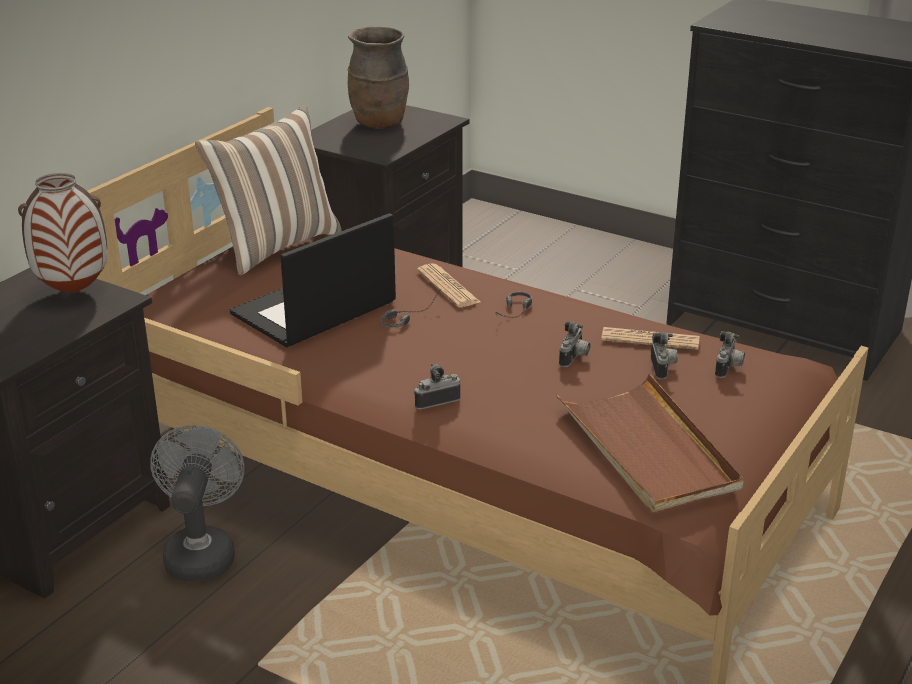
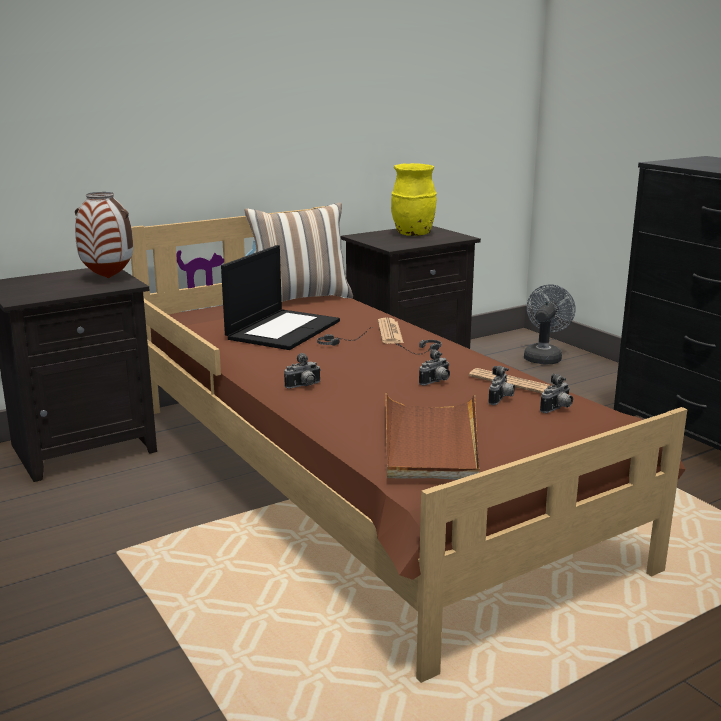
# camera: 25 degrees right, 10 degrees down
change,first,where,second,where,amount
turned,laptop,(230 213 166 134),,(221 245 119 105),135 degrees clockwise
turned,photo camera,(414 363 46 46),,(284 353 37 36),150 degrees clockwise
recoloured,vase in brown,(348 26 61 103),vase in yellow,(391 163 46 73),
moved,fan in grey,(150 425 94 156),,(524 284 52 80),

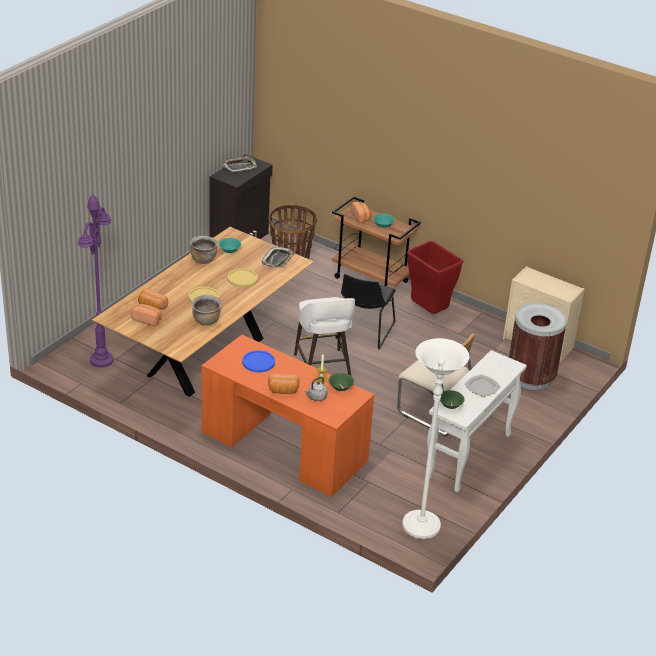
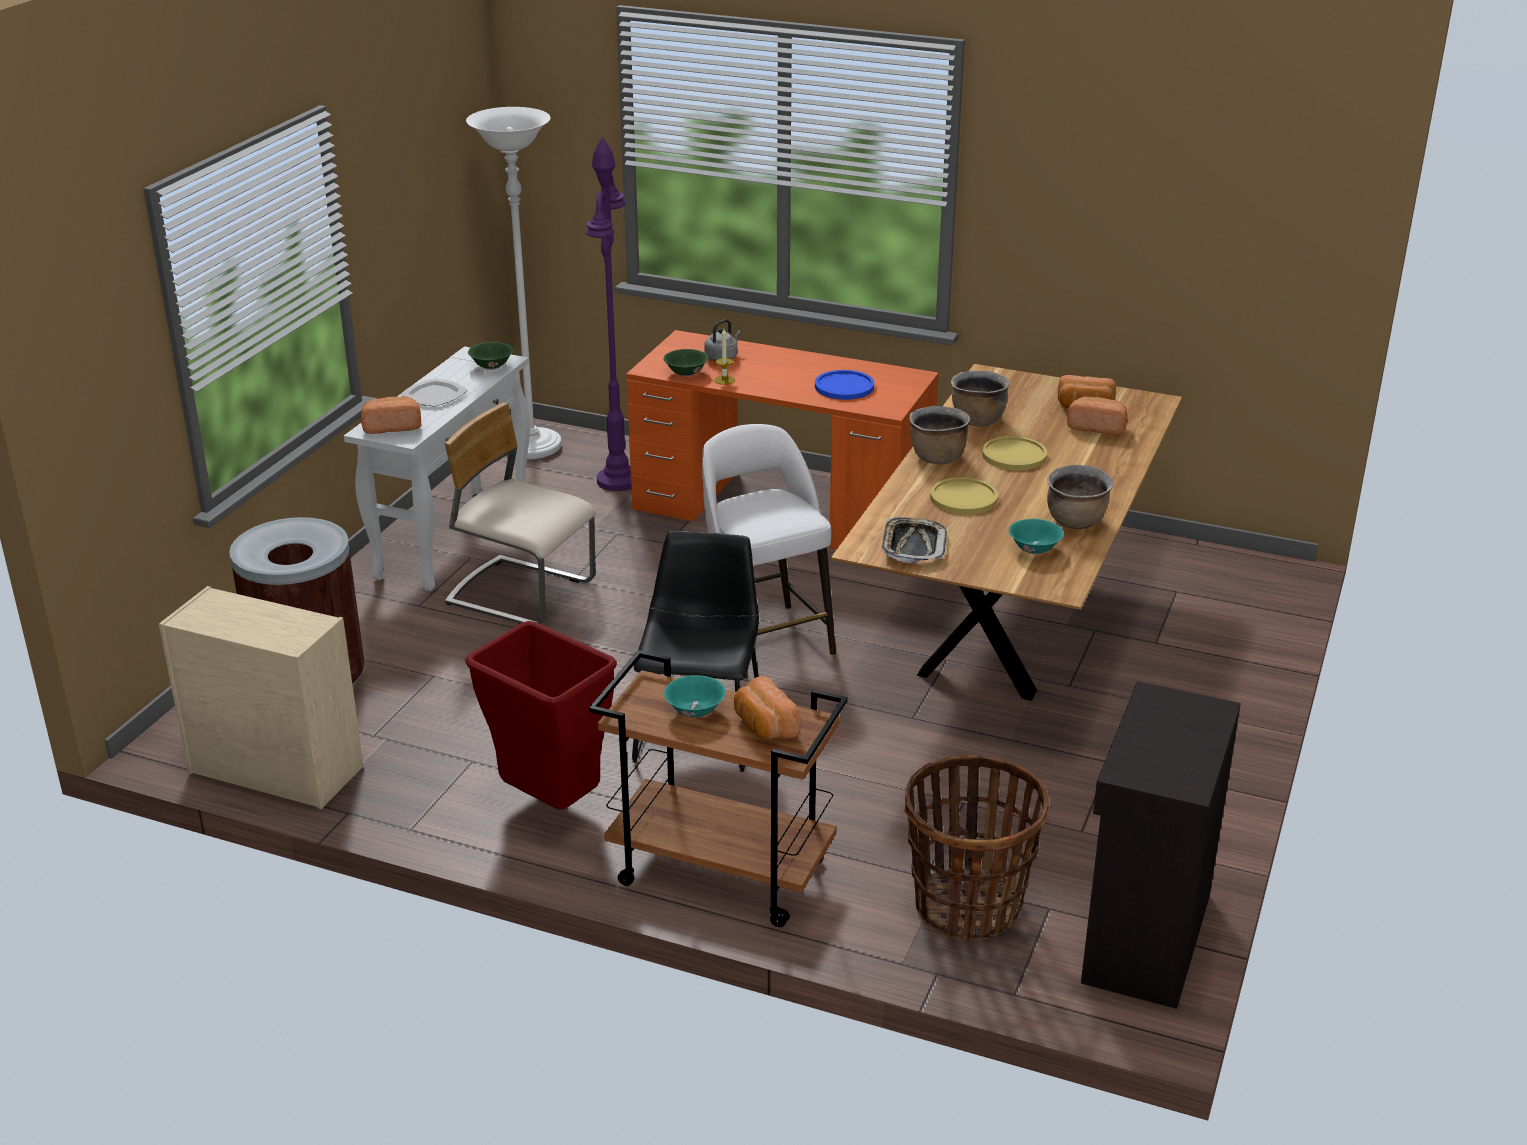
# camera: 170 degrees right, 5 degrees down
change,first,where,second,where,amount
moved,bread,(268 373 32 21),,(361 396 60 38),
moved,floor lamp in purple,(78 194 35 174),,(586 137 45 354),
added,,,cooking pot in brown,(909 406 61 58),
removed,tray,(222 156 35 16),,,

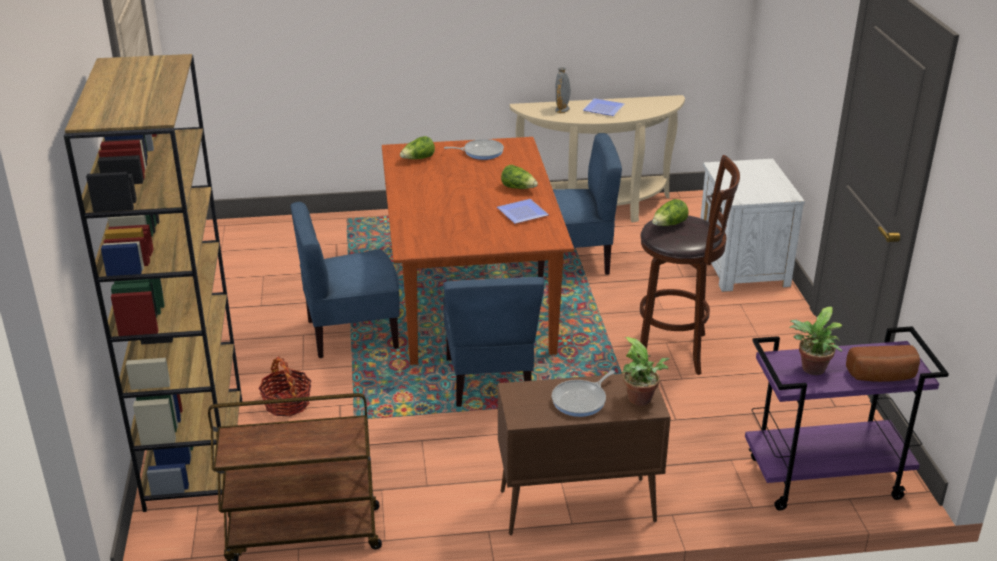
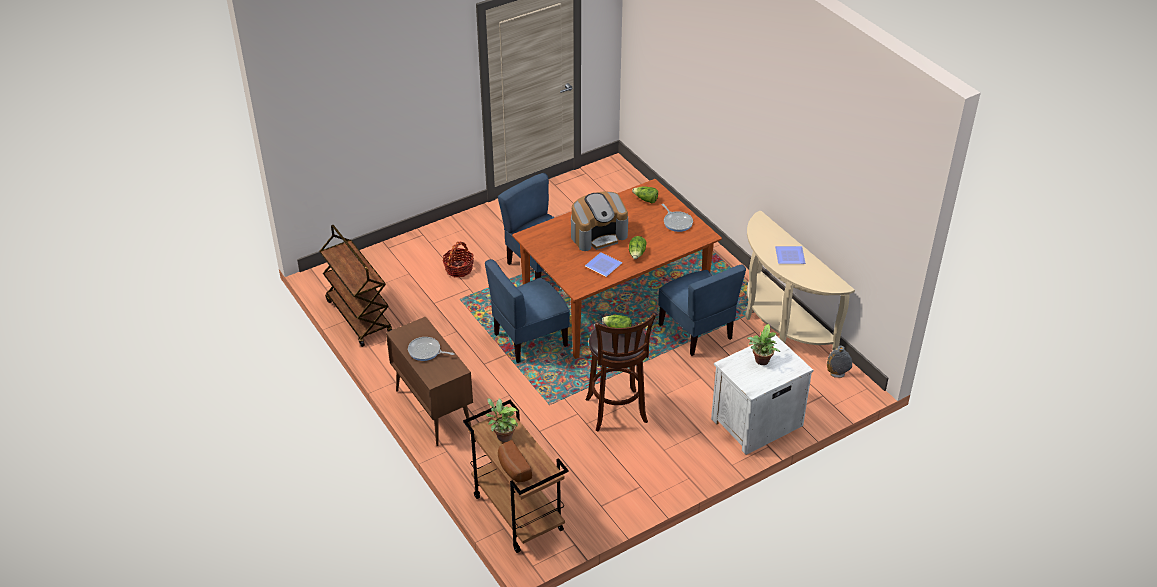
# camera: 65 degrees right, 10 degrees up
change,first,where,second,where,amount
recoloured,cart in purple,(745 326 204 185),cart in brown,(463 400 105 153),
added,,,coffee machine,(571 192 57 59),
moved,potted plant,(621 337 49 69),,(747 324 33 41),
moved,vase in grey,(555 67 16 46),,(827 346 25 32),
removed,bookcase in brown,(64 54 178 458),,,

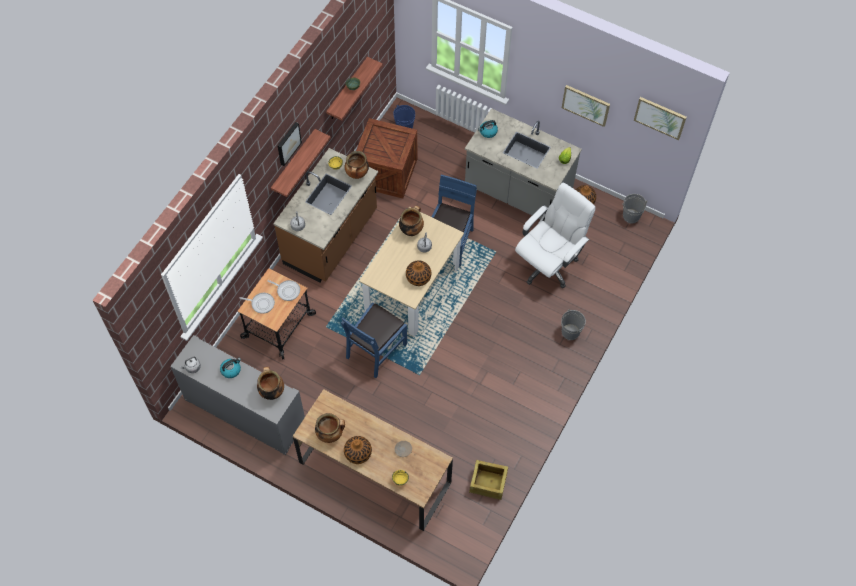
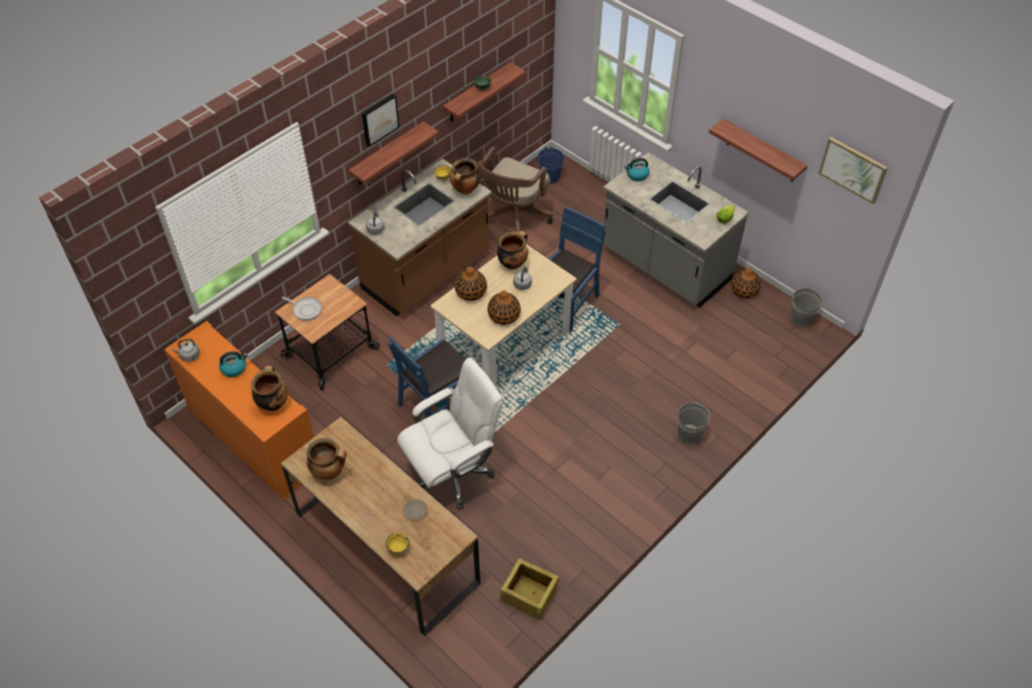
# camera: 15 degrees right, 10 degrees down
change,first,where,second,where,amount
recoloured,cabinet in grey,(170 335 135 120),cabinet in orange,(164 321 150 179),
moved,office chair in white,(515 182 81 106),,(397 358 106 152),
moved,vase,(344 436 28 28),,(454 267 33 34),
replaced,crate,(356 118 61 81),office chair in brown,(478 146 75 86),
replaced,picture,(562 85 48 42),shelf,(709 119 98 63),
removed,frying pan,(268 280 32 21),,,

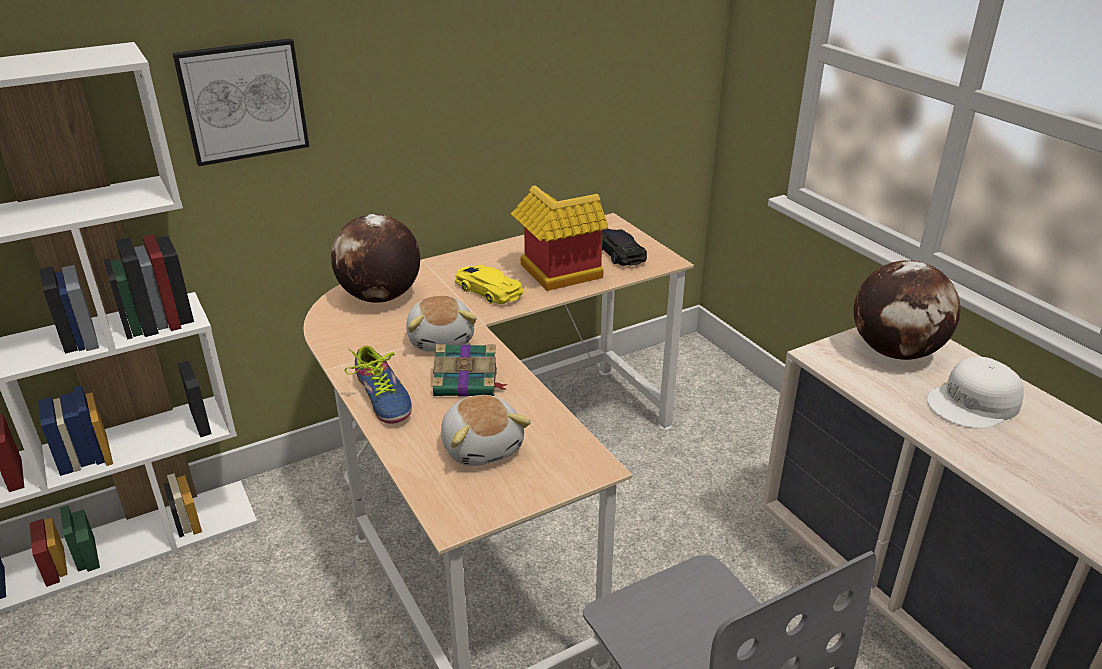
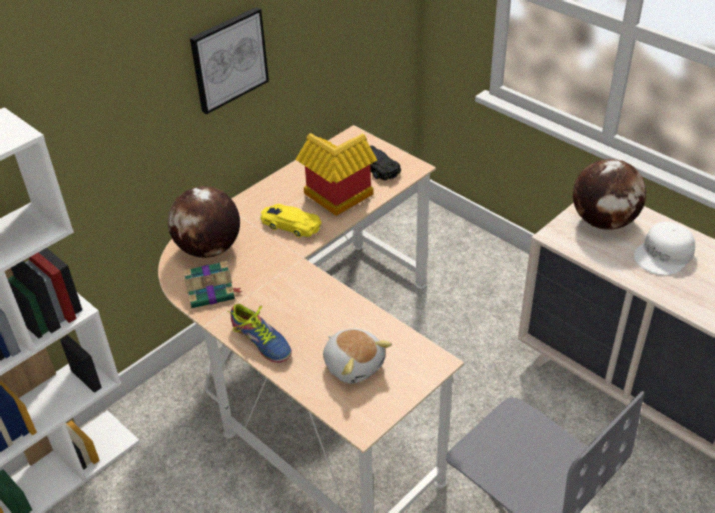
# camera: 15 degrees left, 10 degrees up
change,first,where,second,where,amount
moved,book,(432 344 75 53),,(183 261 59 47),
moved,picture,(172 38 137 128),,(190 7 79 107),
removed,plush toy,(406 296 71 55),,,

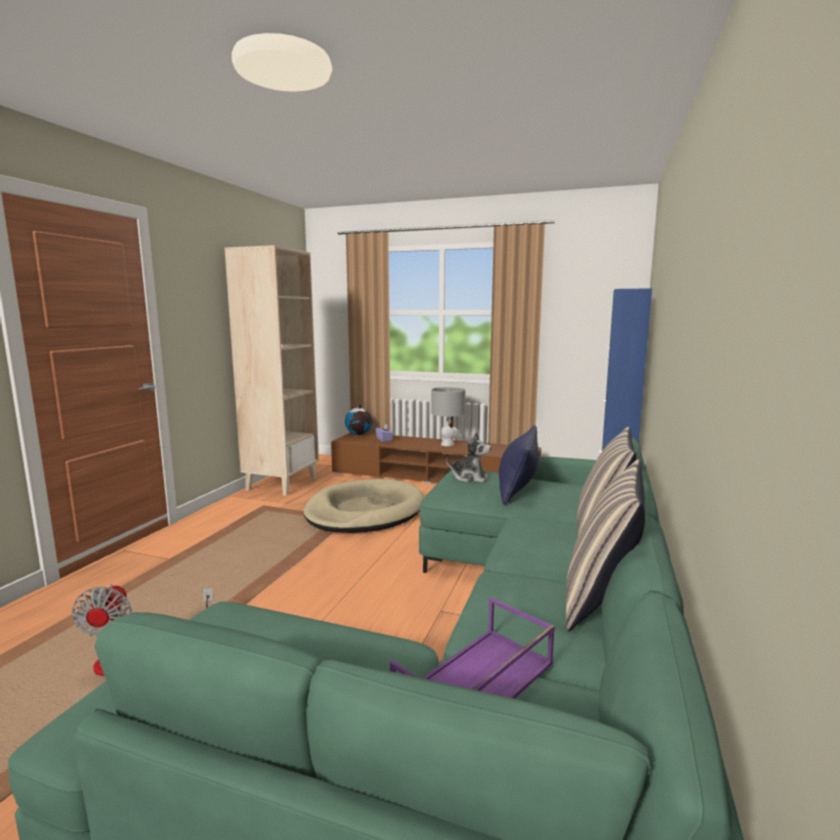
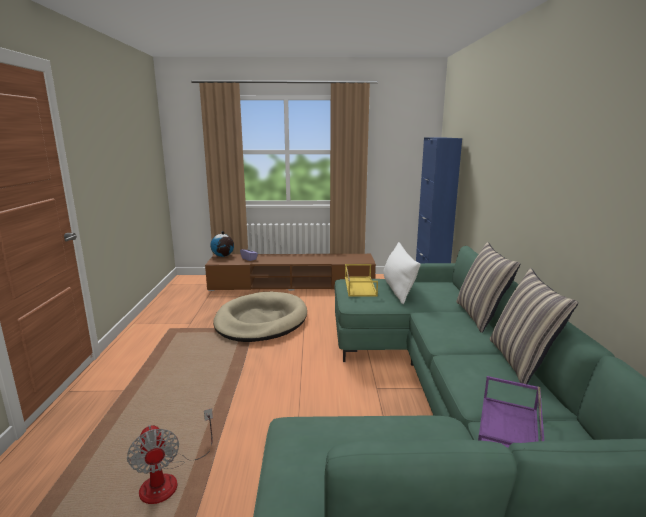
# camera: 20 degrees left, 5 degrees up
change,first,where,second,where,amount
replaced,plush toy,(447 432 44 51),tray in yellow,(345 264 33 33),
recoloured,pillow in blue,(499 425 40 80),pillow in white,(383 242 38 62),
removed,bookcase in beige,(224 245 95 251),,,
removed,table lamp in grey,(431 387 34 59),,,

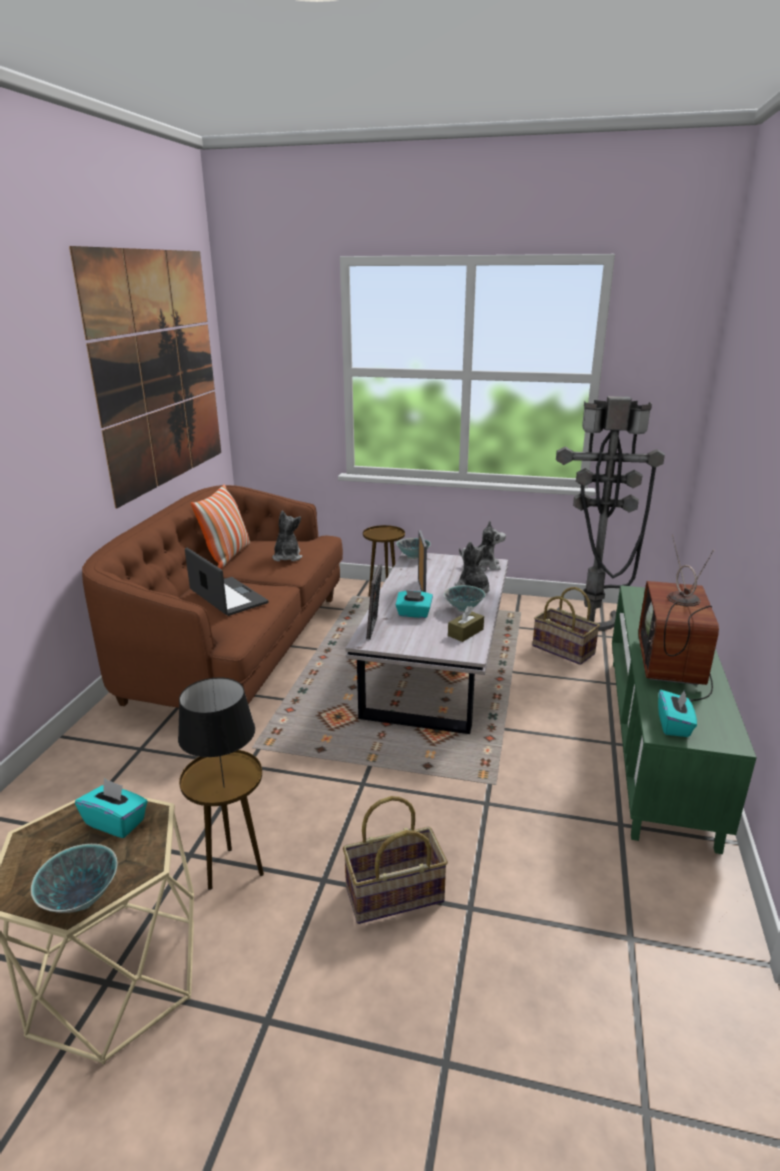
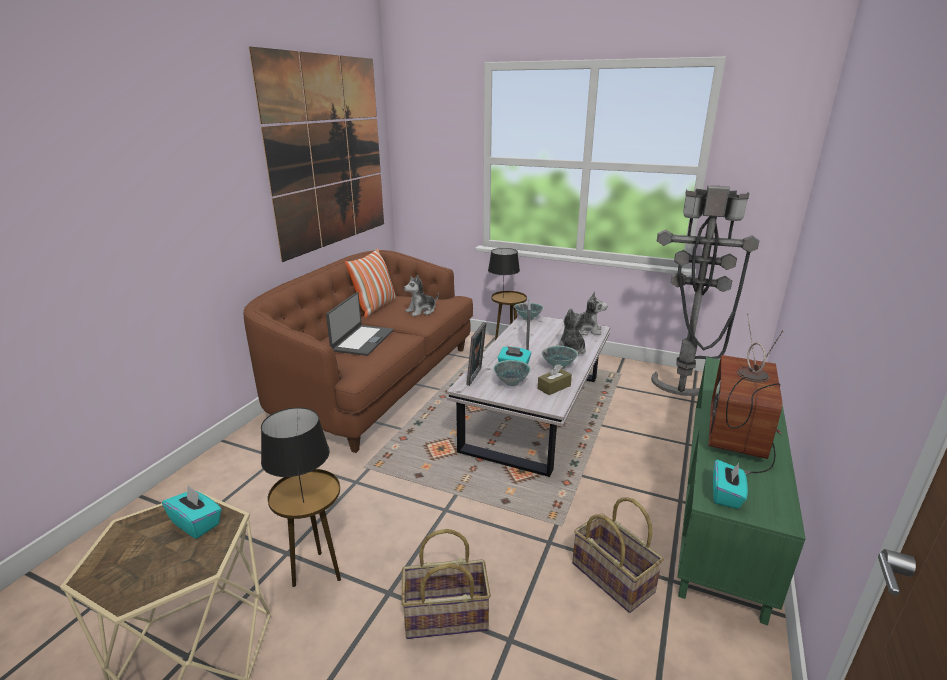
# camera: 10 degrees right, 0 degrees up
change,first,where,second,where,amount
turned,laptop,(185 548 83 68),,(326 292 68 64),45 degrees clockwise
turned,plush toy,(272 510 30 51),,(404 275 35 42),135 degrees counterclockwise
added,,,table lamp in black,(488 248 32 49),
moved,bowl,(31 844 87 69),,(493 360 38 26),
moved,basket,(533 587 67 78),,(572 497 92 116),

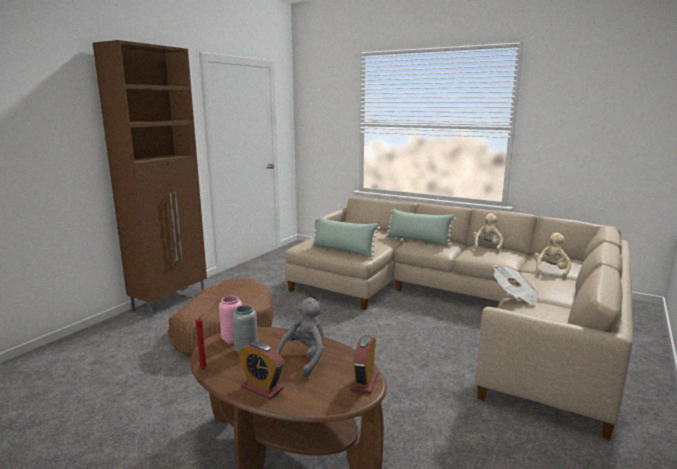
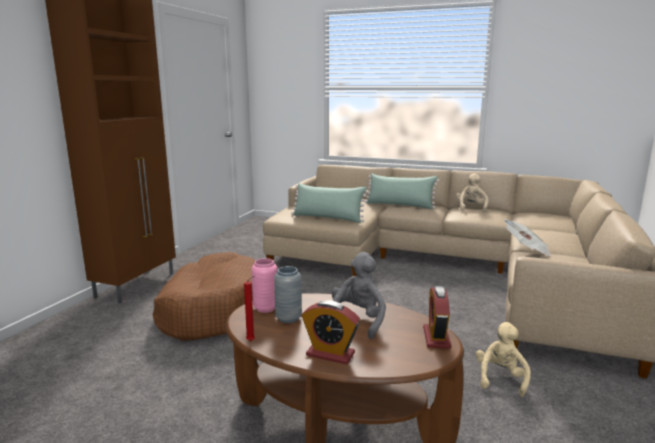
# camera: 10 degrees left, 0 degrees up
change,first,where,second,where,amount
moved,plush toy in beige,(534 232 37 47),,(476 322 55 75),

